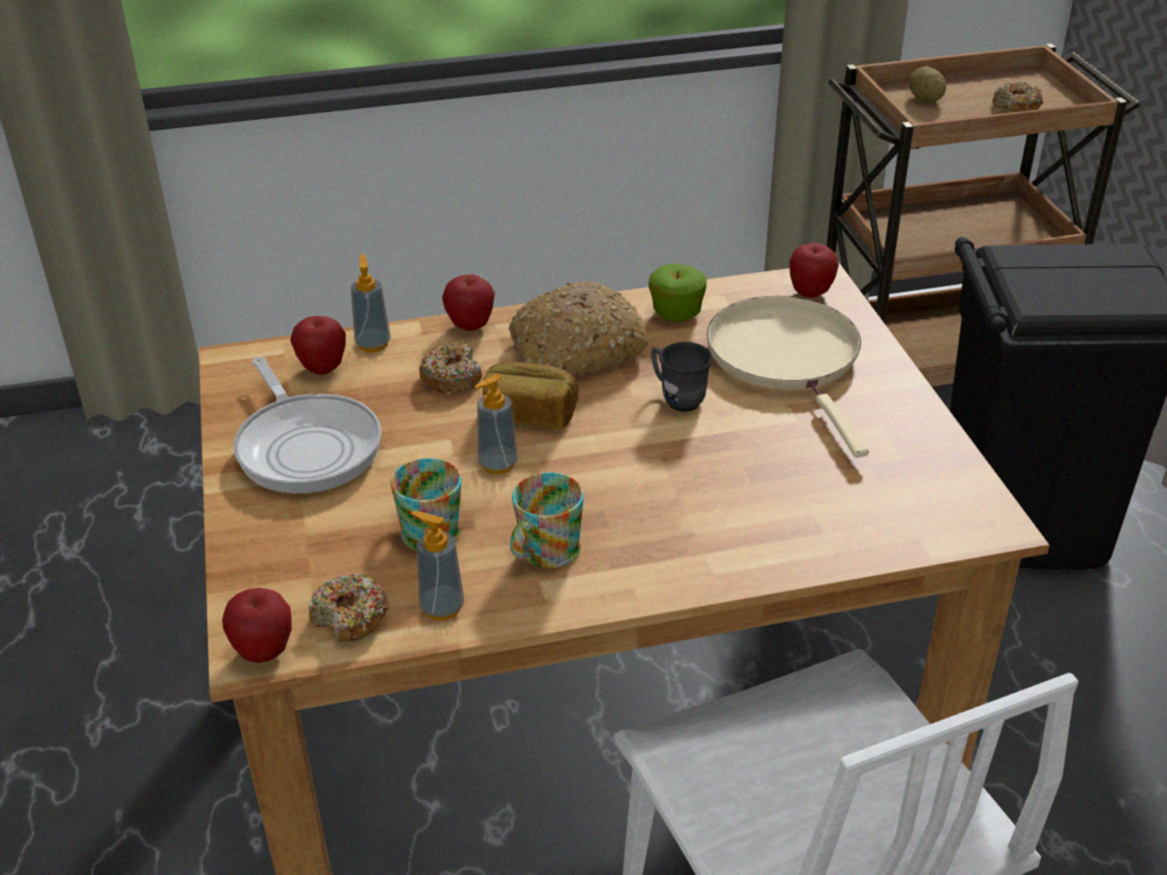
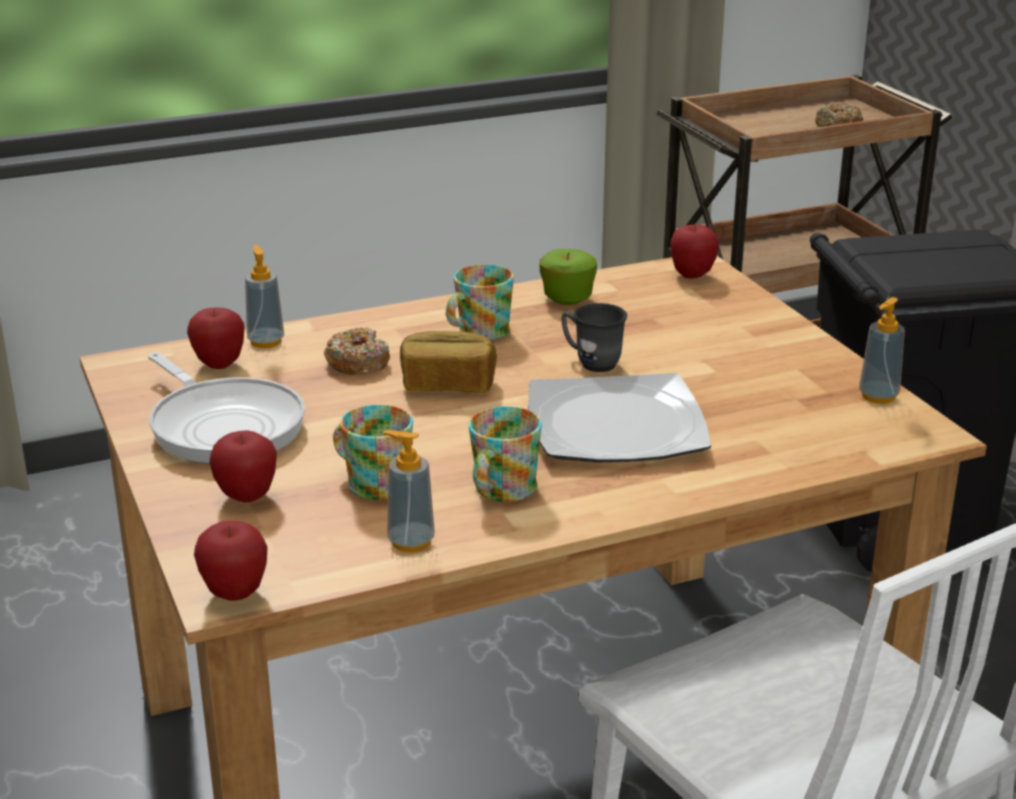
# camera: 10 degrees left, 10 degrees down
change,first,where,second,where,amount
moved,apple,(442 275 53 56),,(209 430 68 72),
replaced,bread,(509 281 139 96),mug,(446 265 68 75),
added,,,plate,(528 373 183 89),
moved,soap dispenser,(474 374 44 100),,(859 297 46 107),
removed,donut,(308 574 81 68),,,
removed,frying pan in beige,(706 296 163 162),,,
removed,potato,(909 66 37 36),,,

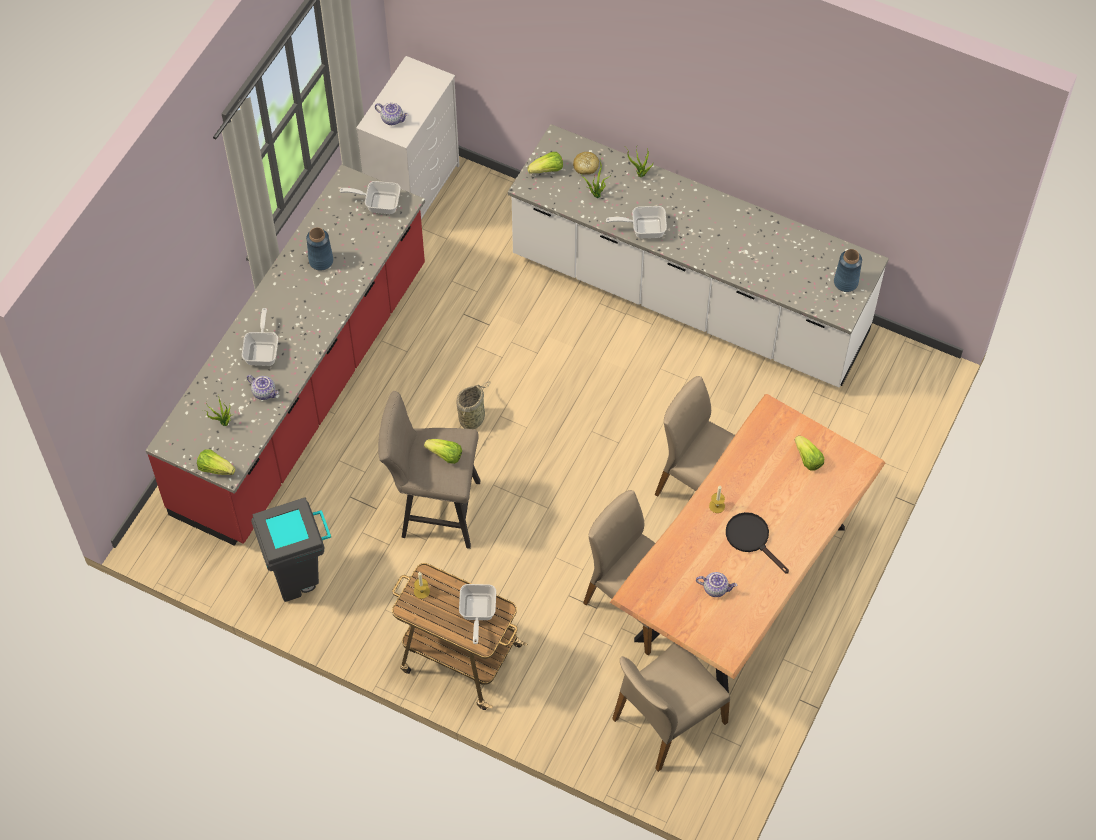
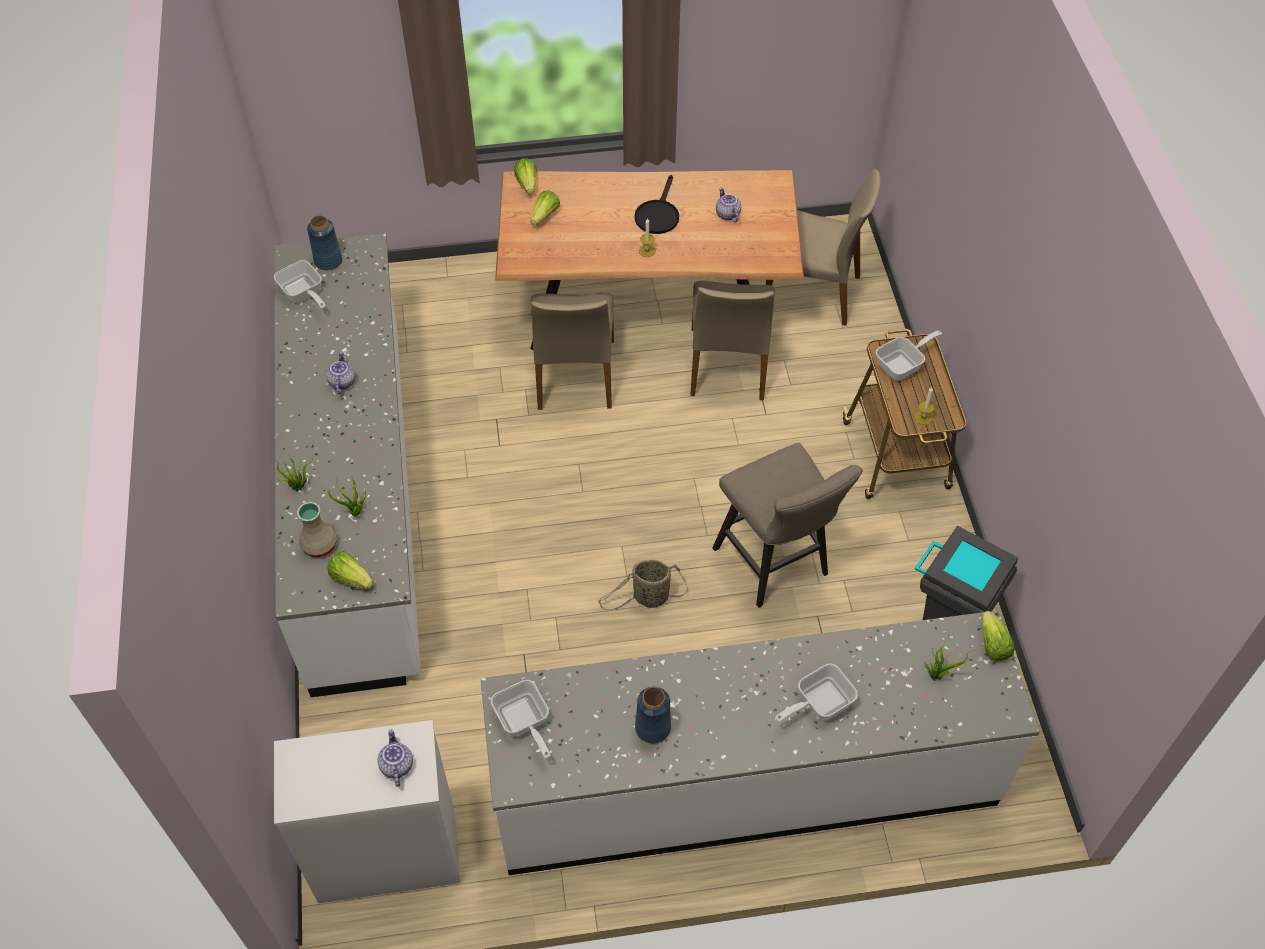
# camera: 125 degrees left, 5 degrees down
change,first,where,second,where,amount
moved,frying pan,(606 206 61 32),,(274 260 51 49),
replaced,bread,(573 152 26 23),vase in beige,(297 502 40 55),
moved,teapot,(247 375 32 25),,(326 351 29 43),
recoloured,counter in red,(145 164 280 382),counter in white,(481 610 559 265),
moved,lettuce,(424 439 38 25),,(514 158 23 36),

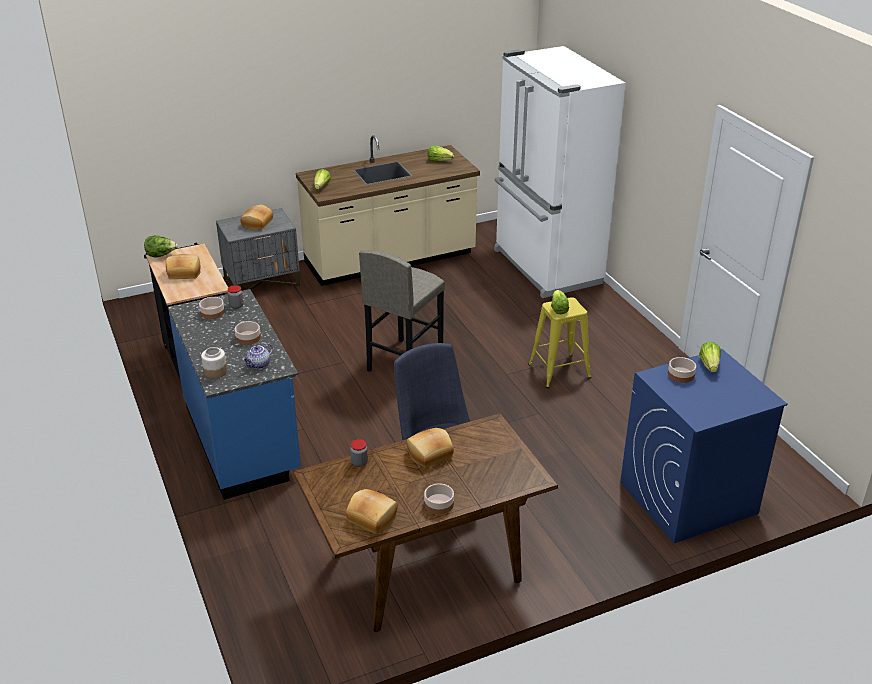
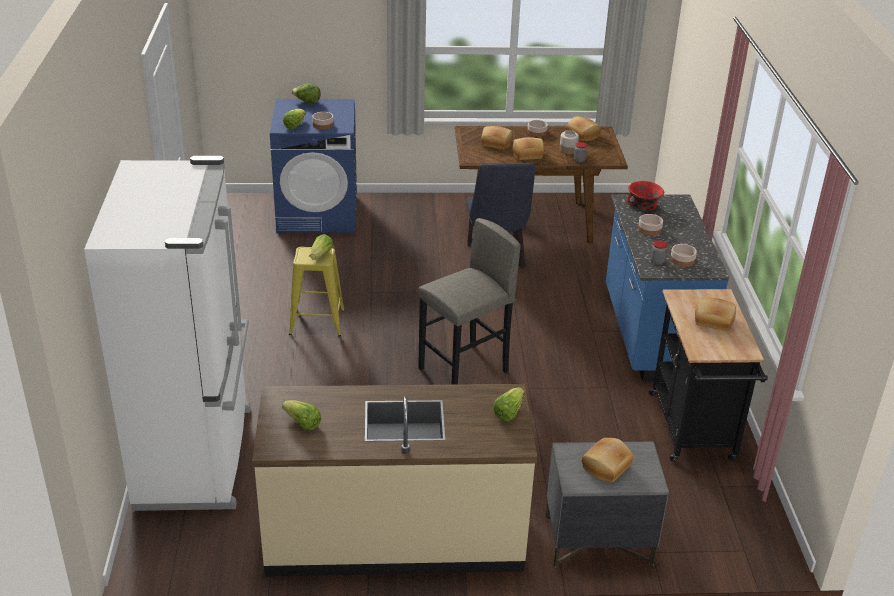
# camera: 160 degrees left, 0 degrees up
change,first,where,second,where,amount
moved,lettuce,(144 235 34 22),,(292 83 29 20),
added,,,bread,(481 126 31 23),
moved,jar,(201 347 26 32),,(559 130 20 24),
replaced,teapot,(242 343 31 26),bowl in red,(627 181 37 29),

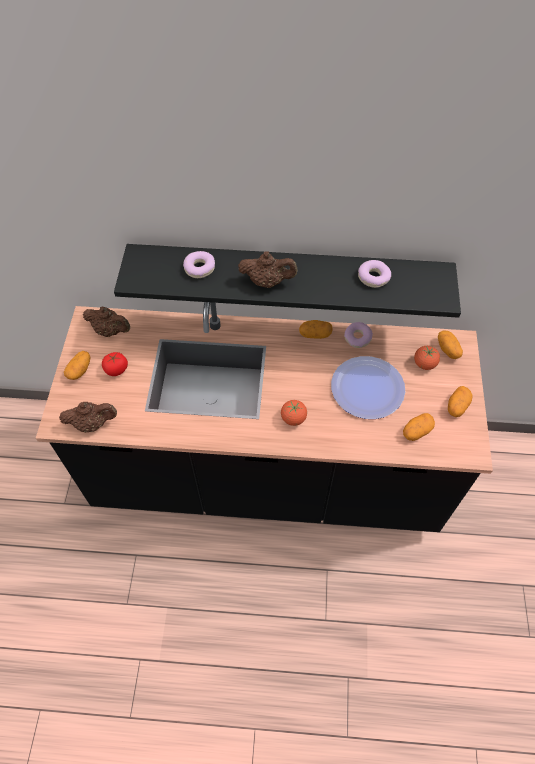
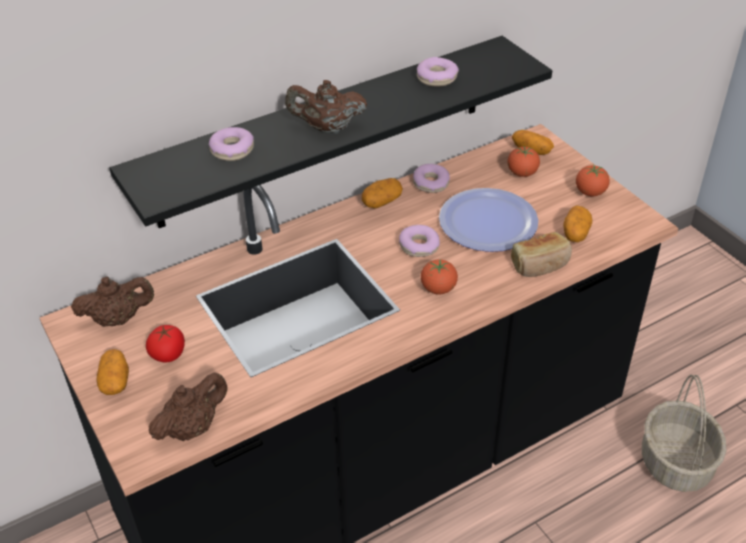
# camera: 35 degrees left, 15 degrees down
change,first,where,second,where,amount
turned,teapot in brown,(238 252 60 36),,(285 80 82 54),150 degrees counterclockwise
added,,,donut,(399 225 41 32),
added,,,bread,(511 232 61 45),
replaced,potato,(448 386 25 31),tomato,(576 164 34 32),
added,,,basket,(642 375 84 117),

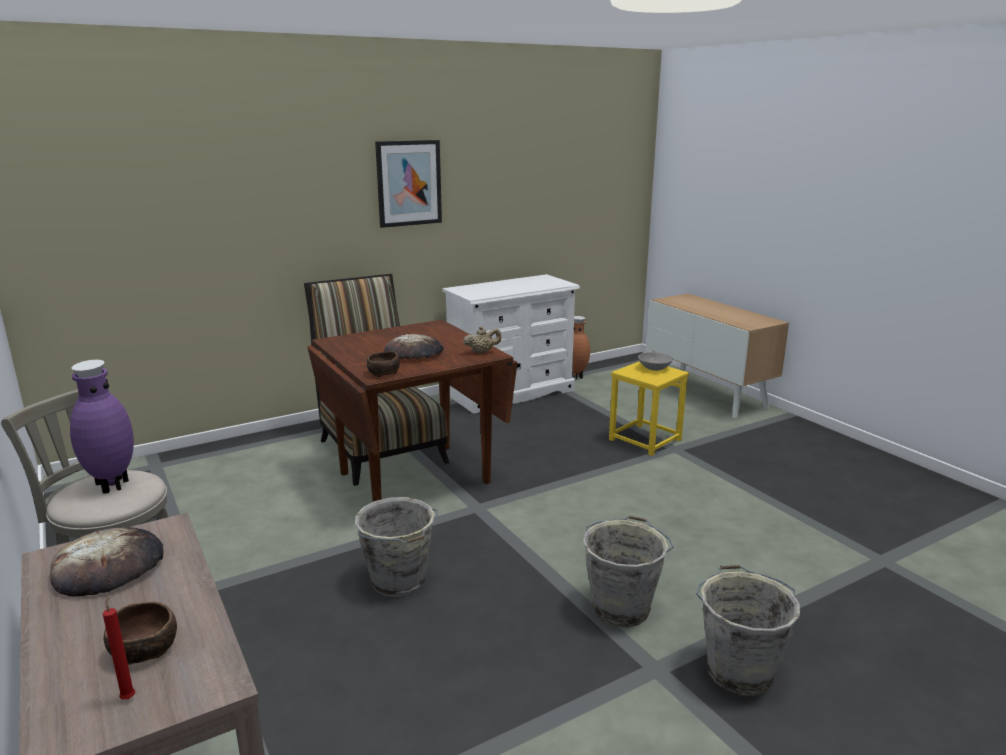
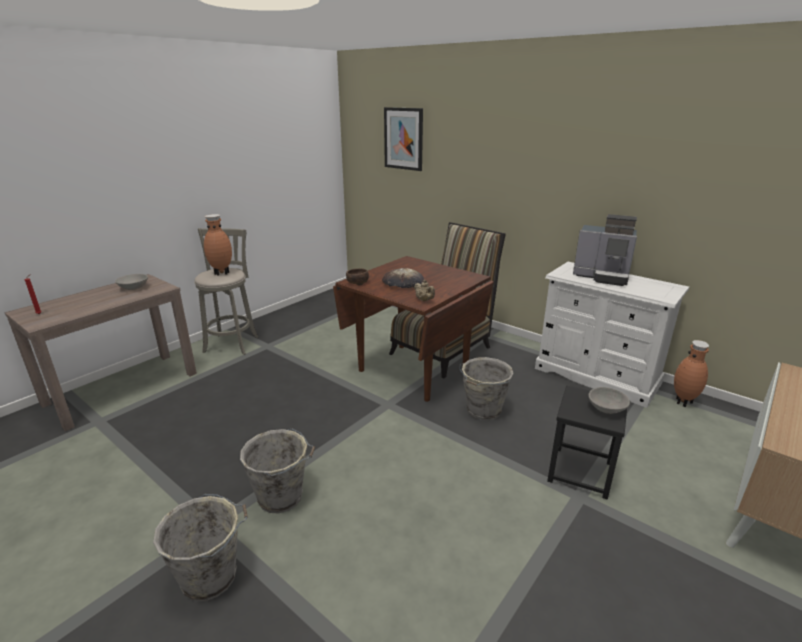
# camera: 70 degrees right, 5 degrees up
change,first,where,second,where,amount
replaced,bread,(50 527 114 70),bowl in grey,(115 274 33 16),
recoloured,vase in purple,(70 360 64 133),vase in brown,(204 214 28 62),
moved,picture,(375 140 67 88),,(384 107 39 64),
moved,bucket in grey,(355 497 83 100),,(459 357 55 63),
recoloured,stool in yellow,(609 361 80 95),stool in black,(547 386 80 113),
added,,,coffee machine,(573 214 64 72),
removed,bowl in brown,(104 602 73 63),,,

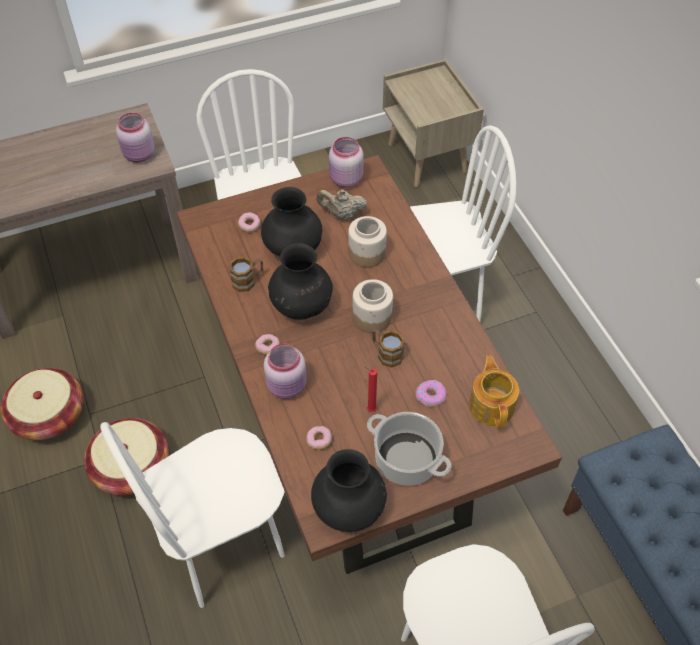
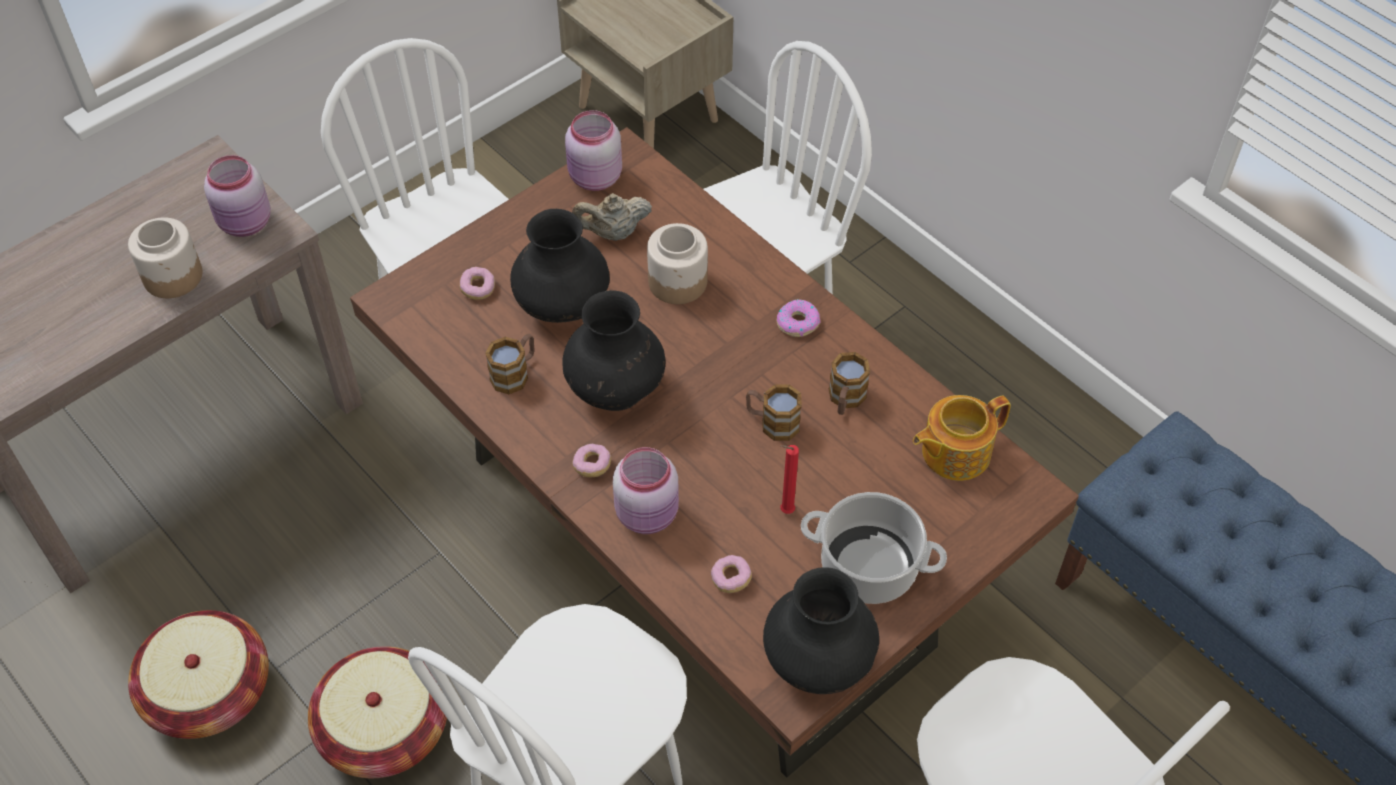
# camera: 20 degrees left, 0 degrees up
change,first,where,second,where,amount
moved,jar,(353 279 40 54),,(128 217 75 81),
moved,donut,(416 380 30 27),,(777 300 44 37),
added,,,mug,(829 352 41 63),
turned,teapot,(469 355 50 73),,(913 395 98 86),90 degrees counterclockwise

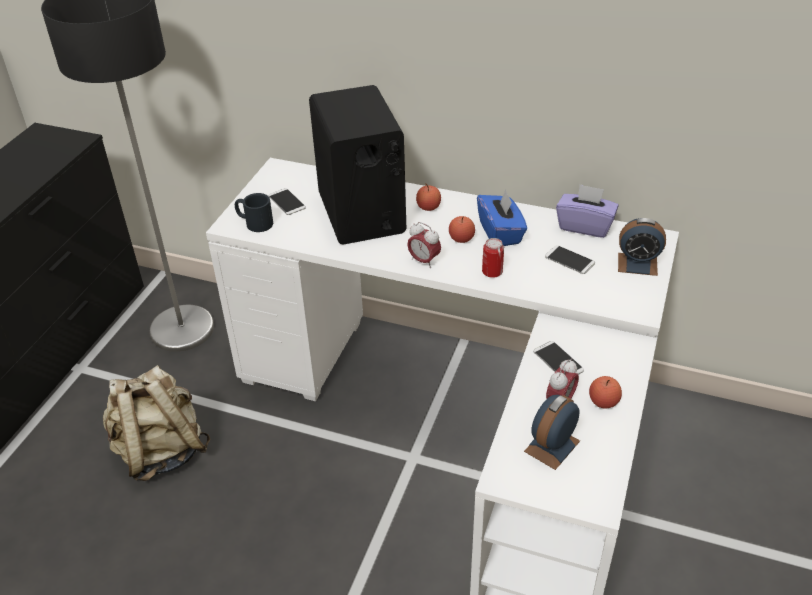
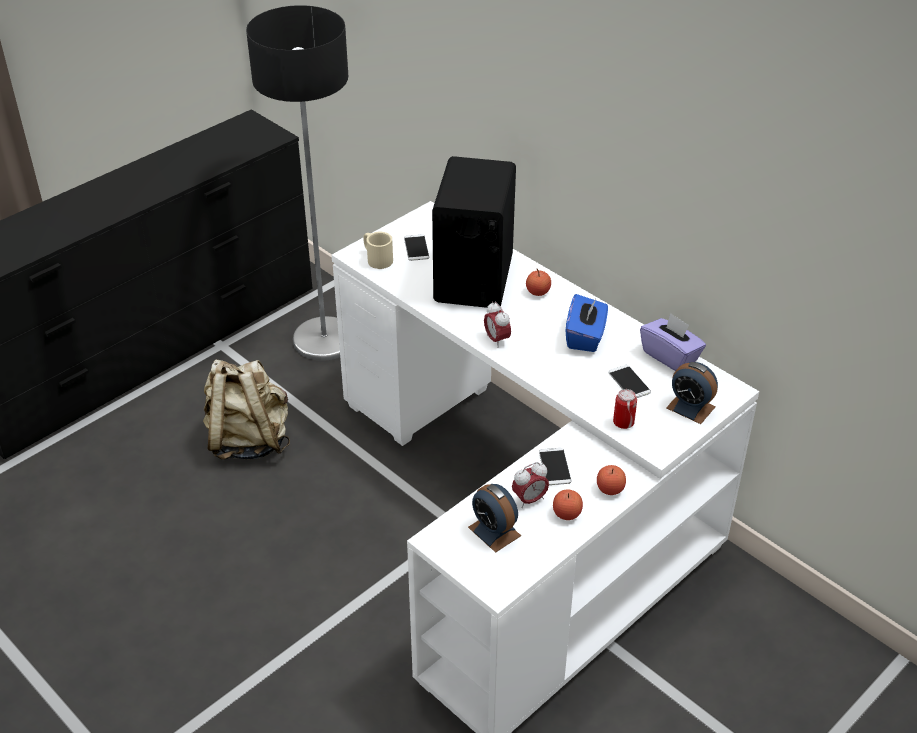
# camera: 25 degrees right, 0 degrees up
change,first,where,second,where,amount
recoloured,mug in black,(235 193 38 39),mug in beige,(363 232 30 37),
turned,alarm clock,(524 395 56 75),,(468 484 53 69),105 degrees counterclockwise
moved,apple,(449 216 26 27),,(597 465 29 30),
moved,can,(482 238 22 40),,(613 389 24 40),

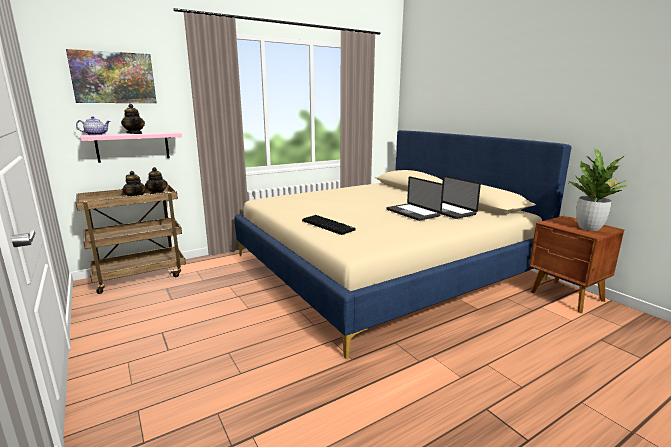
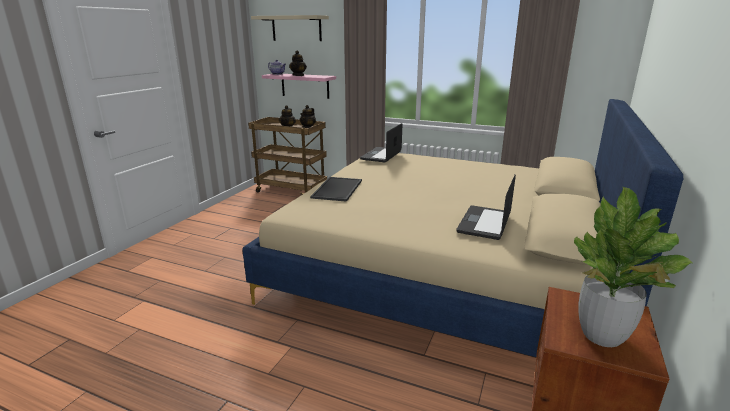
# camera: 55 degrees right, 5 degrees up
change,first,where,second,where,amount
replaced,picture,(66 49 91 54),shelf in beige,(251 15 78 26),
replaced,keyboard,(302 215 54 20),tray,(310 177 52 25),
moved,laptop,(386 176 58 45),,(360 123 42 39),

